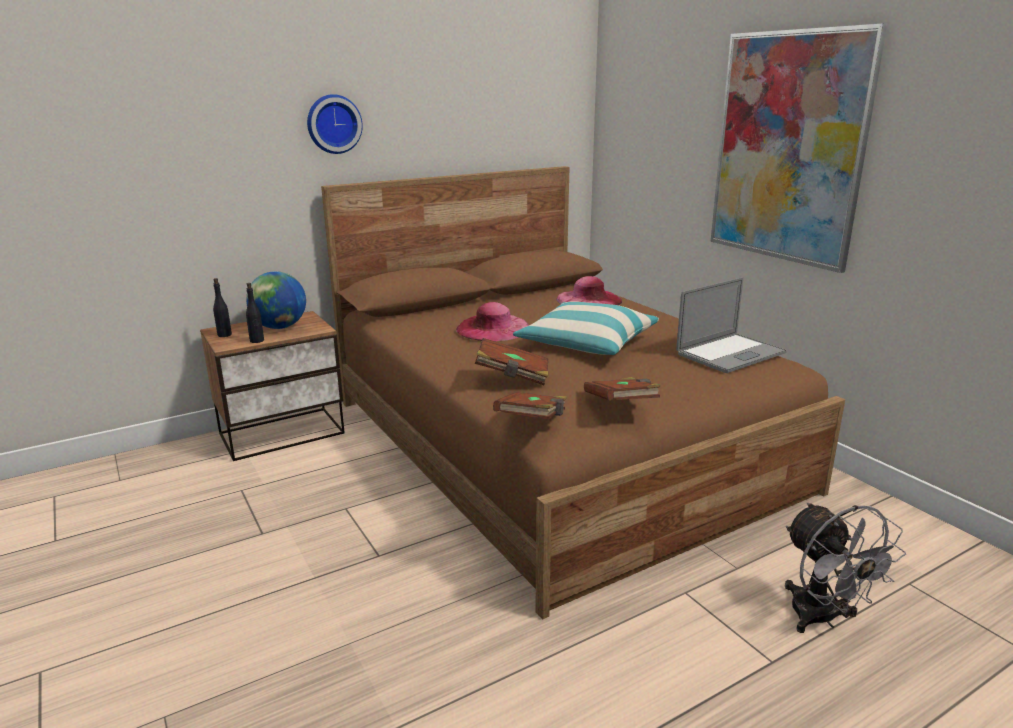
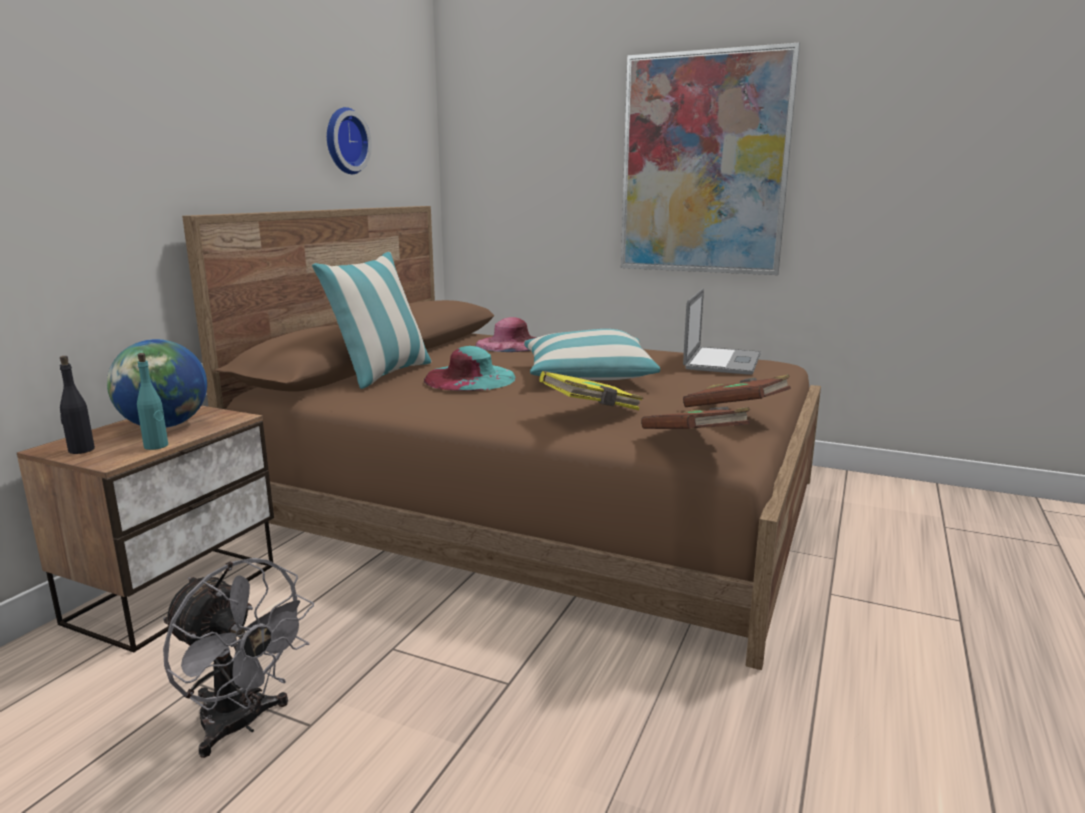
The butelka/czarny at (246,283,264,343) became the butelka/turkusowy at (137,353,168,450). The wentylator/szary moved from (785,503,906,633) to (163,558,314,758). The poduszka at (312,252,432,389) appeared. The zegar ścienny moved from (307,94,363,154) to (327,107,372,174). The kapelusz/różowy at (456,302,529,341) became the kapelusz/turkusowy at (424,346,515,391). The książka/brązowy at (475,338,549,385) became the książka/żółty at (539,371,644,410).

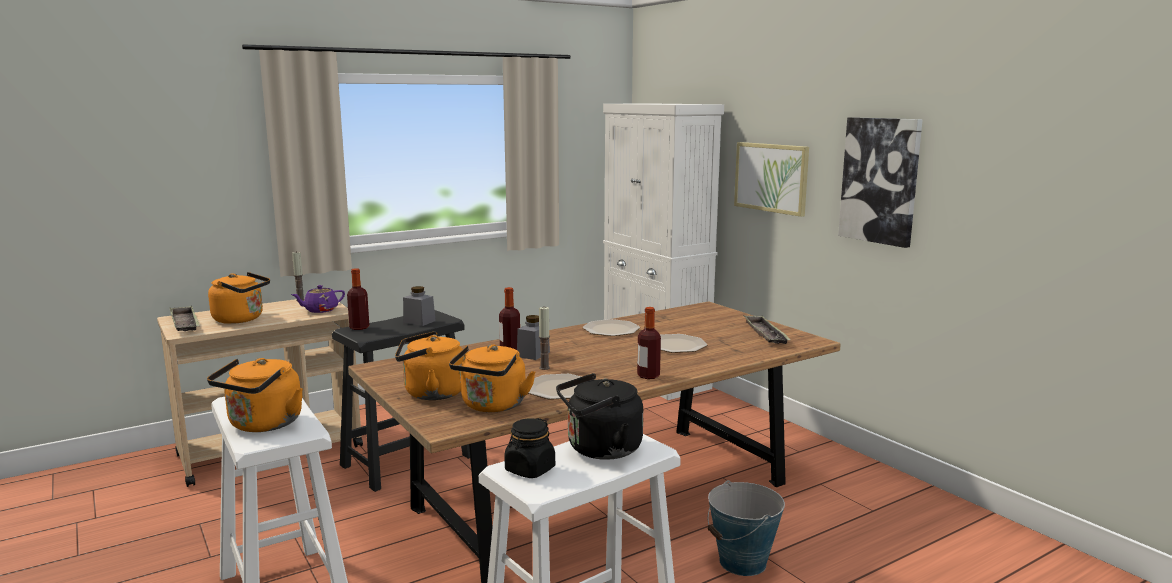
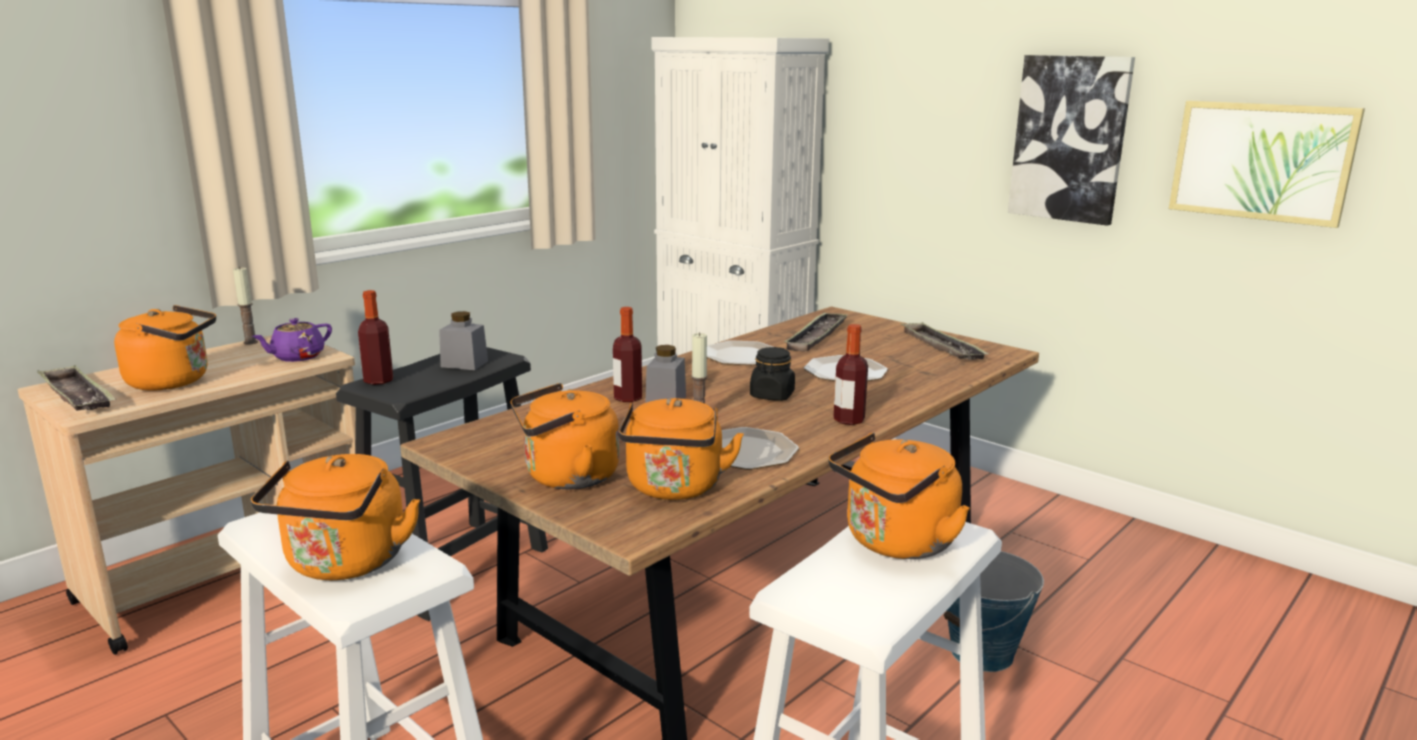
The słoik/czarny moved from (504,418,555,478) to (750,347,795,401). The taca at (784,313,848,352) appeared. The czajnik/czarny at (556,373,643,460) became the czajnik/pomarańczowy at (828,433,970,559). The obraz moved from (734,142,809,217) to (1169,100,1365,228).

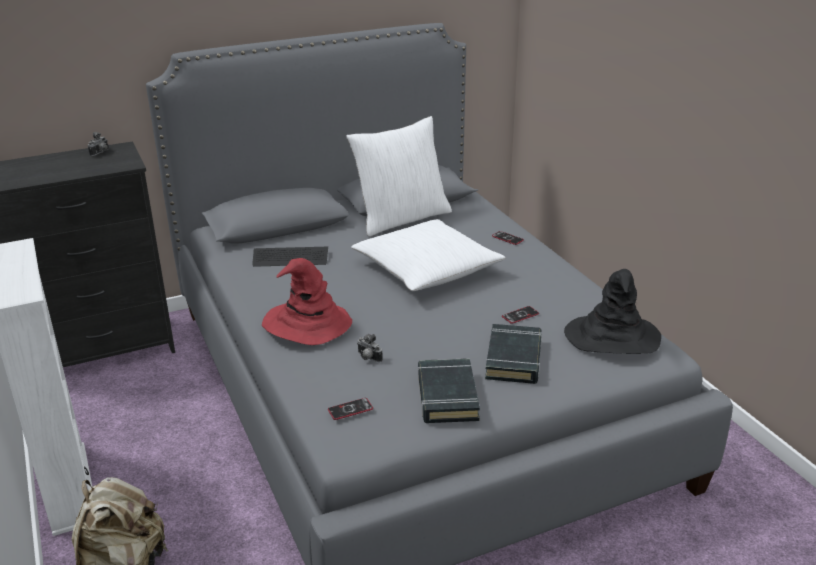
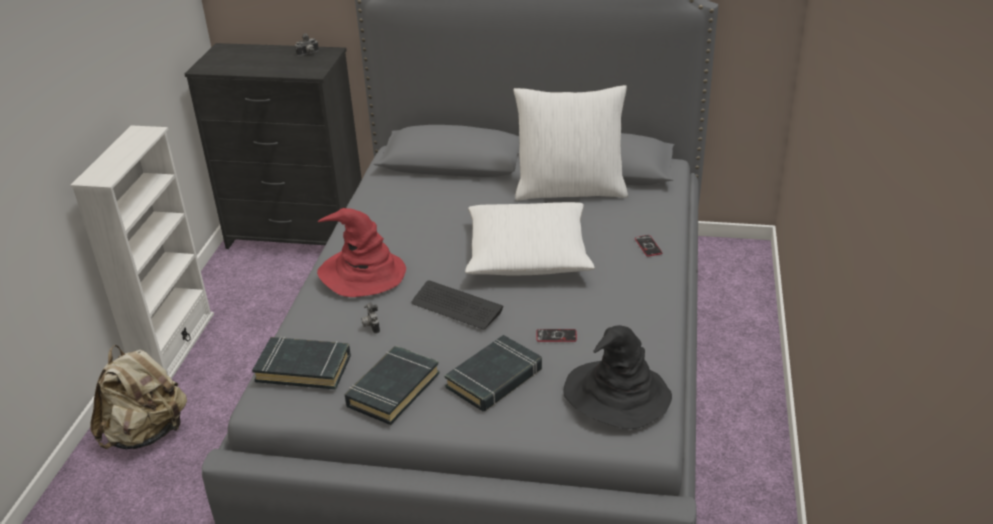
The telefon at (328,398,373,420) was replaced by the książka/czarny at (252,336,351,390). The klawiatura moved from (252,247,328,267) to (411,280,503,329).

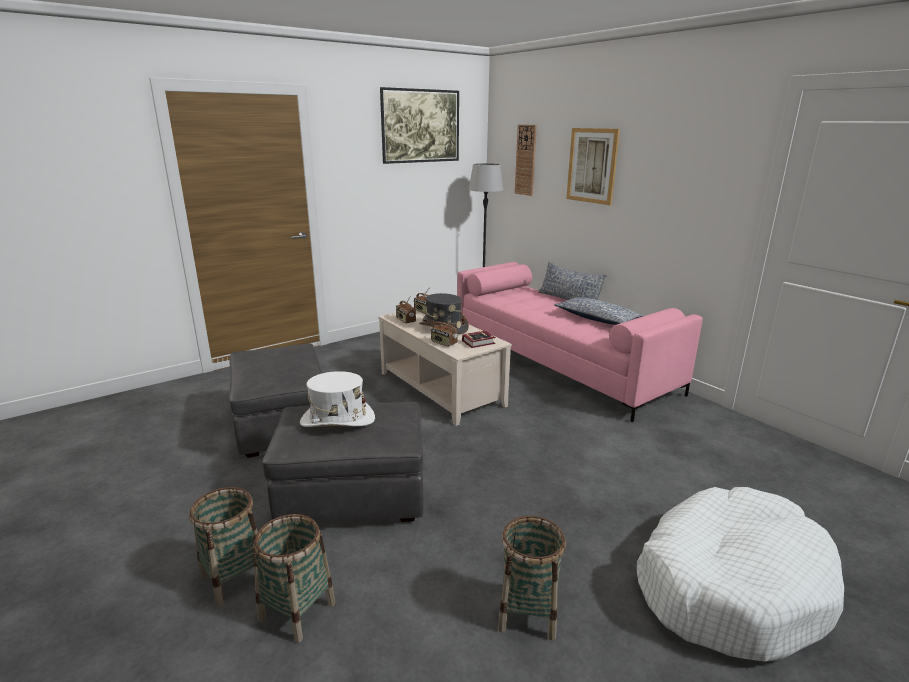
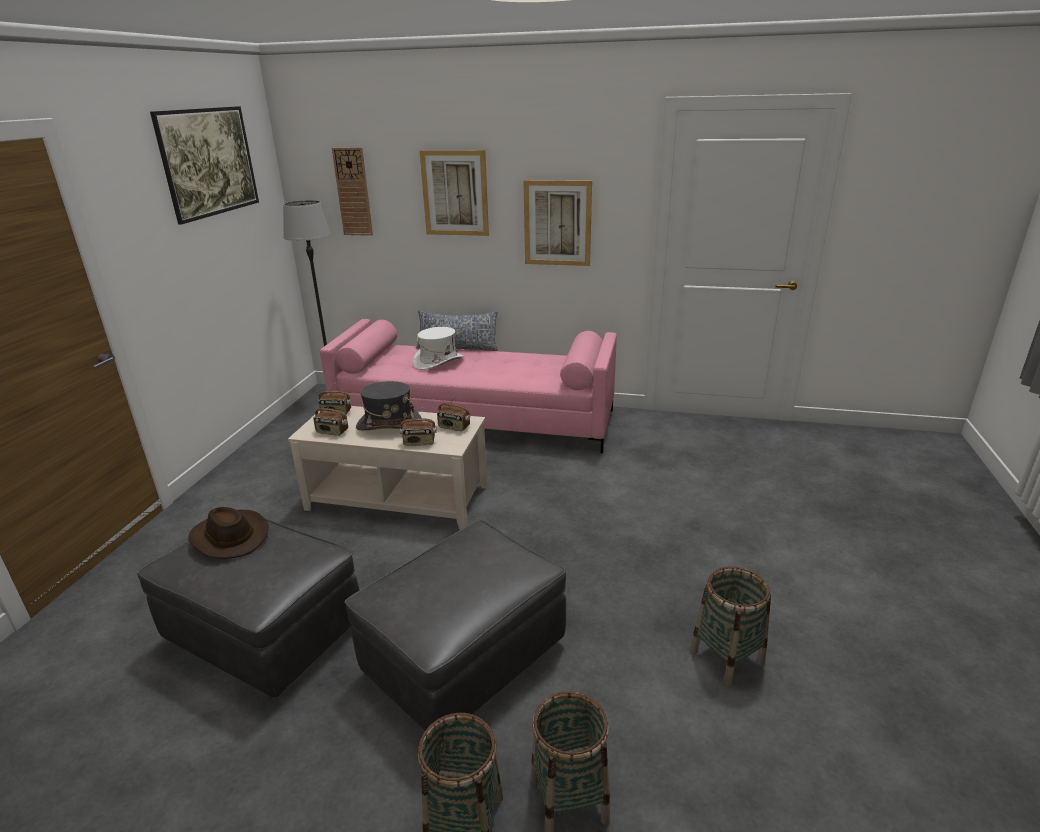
The kapelusz/brązowy at (188,507,269,559) appeared. The kapelusz/biały moved from (300,371,375,427) to (413,327,464,370). The książka at (462,331,496,348) was replaced by the radio at (437,396,470,431). The obraz at (523,180,592,266) appeared. The poduszka at (554,297,644,325) disappeared. The legowisko/biały at (637,487,844,662) disappeared.

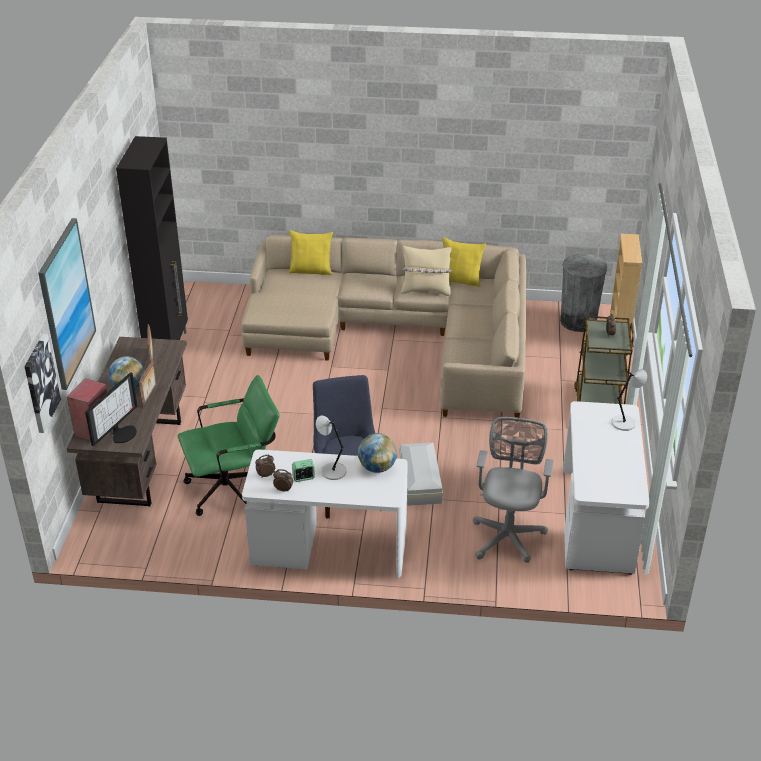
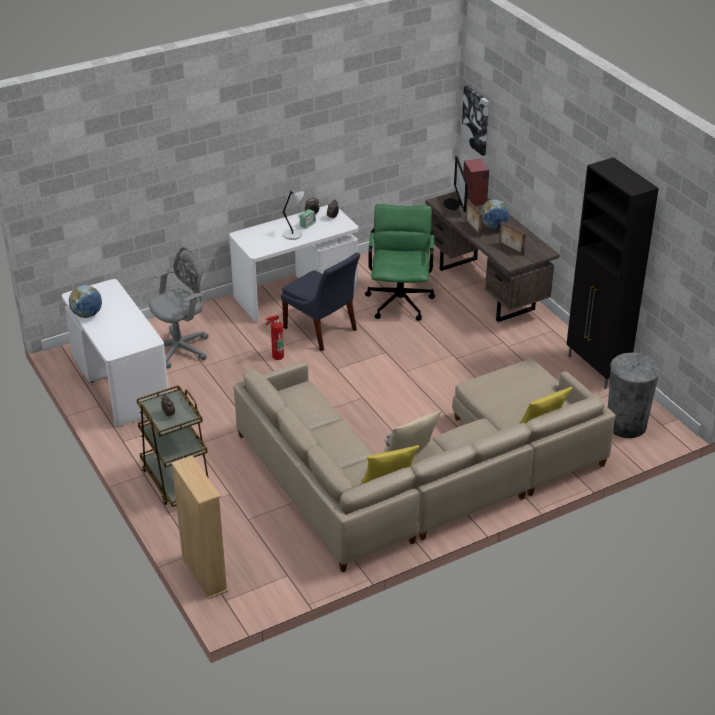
The globus moved from (358,433,397,473) to (69,285,102,318). The krzesło biurowe/szary at (473,417,554,563) turned 105 degrees counterclockwise. The pojemnik do przechowywania/biały at (399,442,443,506) was replaced by the gaśnica at (265,315,284,360). The krzesło biurowe/zielony at (178,375,280,516) turned 150 degrees clockwise. The kosz na śmieci/szary moved from (560,253,608,332) to (608,352,660,438). The obraz at (38,218,96,390) disappeared. The lampa stołowa/szary at (612,370,647,431) disappeared.

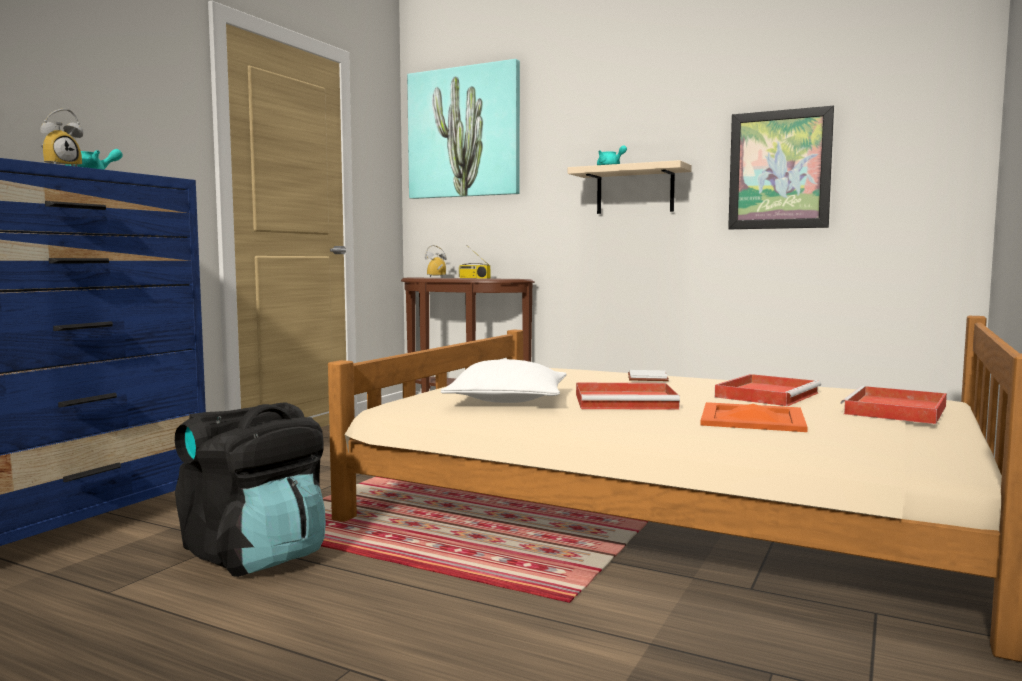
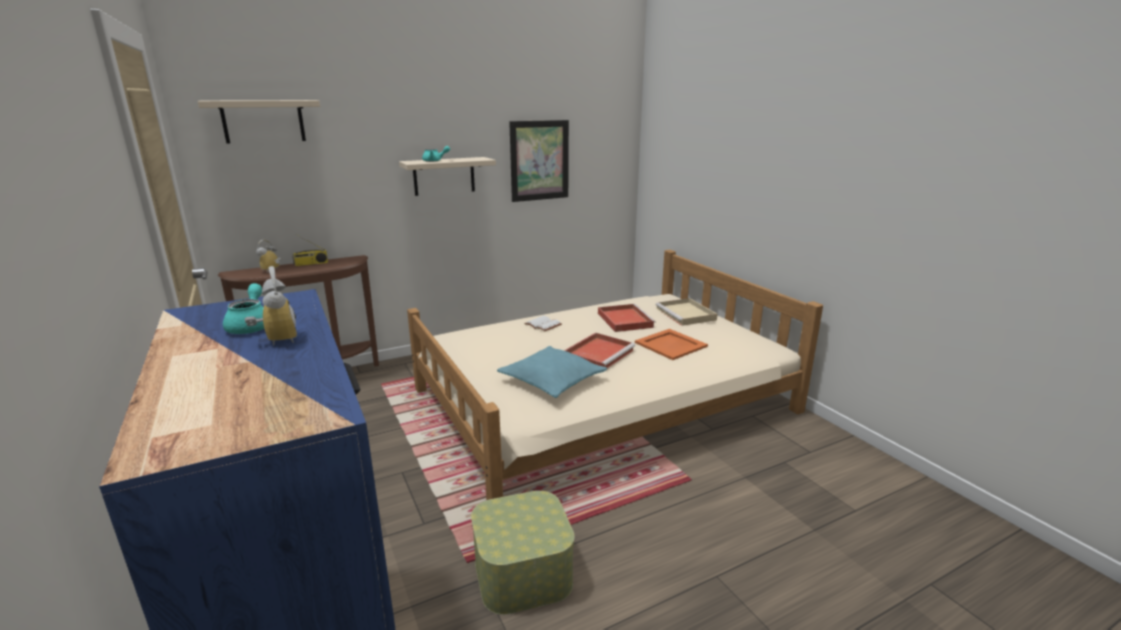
The obraz at (407,59,520,199) was replaced by the półka/beżowy at (198,100,320,144). The plecak/czarny at (175,402,326,577) was replaced by the pojemnik do przechowywania at (471,491,575,615). The poduszka/biały at (441,359,566,403) became the poduszka/turkusowy at (497,346,607,398). The taca/czerwony at (841,386,947,424) became the taca/beżowy at (656,298,717,326).

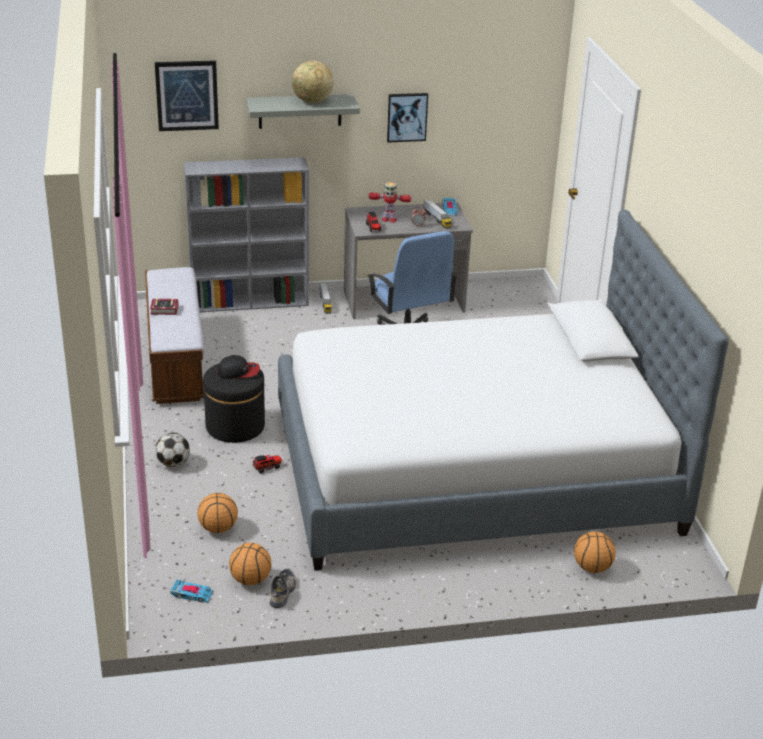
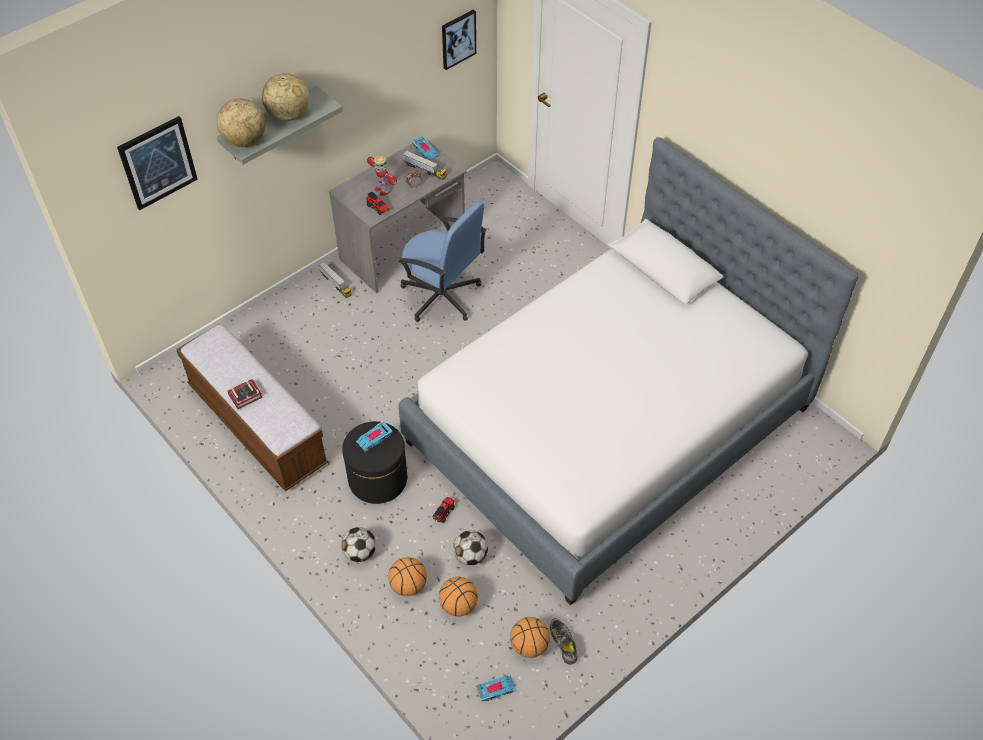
The globus at (217,98,266,147) appeared. The czapka z daszkiem at (217,355,260,379) was replaced by the samochodzik at (356,421,393,452). The robot zabawkowy at (369,182,411,223) turned 75 degrees clockwise. The piłka do koszykówki moved from (574,531,616,573) to (388,557,427,596). The obraz moved from (387,93,428,142) to (442,10,476,70). The piłka futbolowa at (453,530,488,565) appeared. The regał/szary at (184,157,309,312) disappeared.

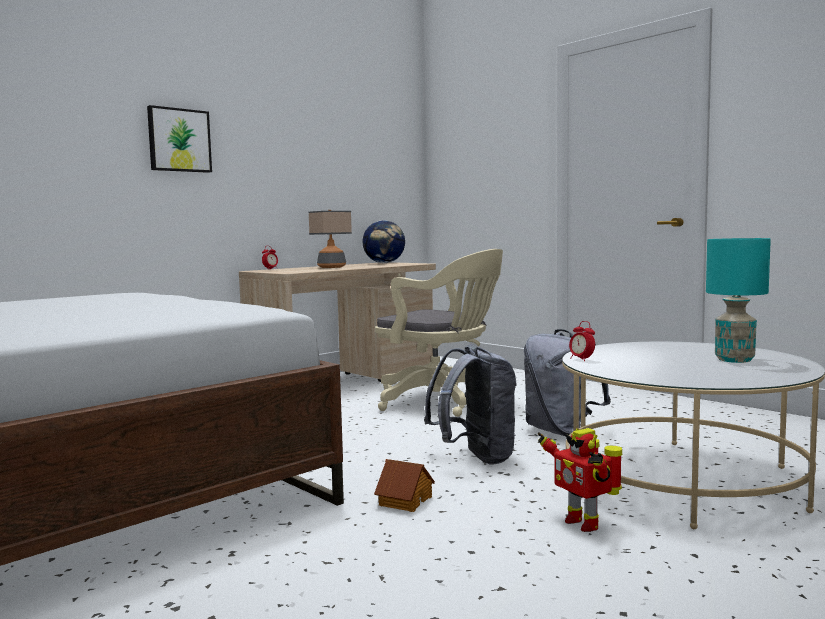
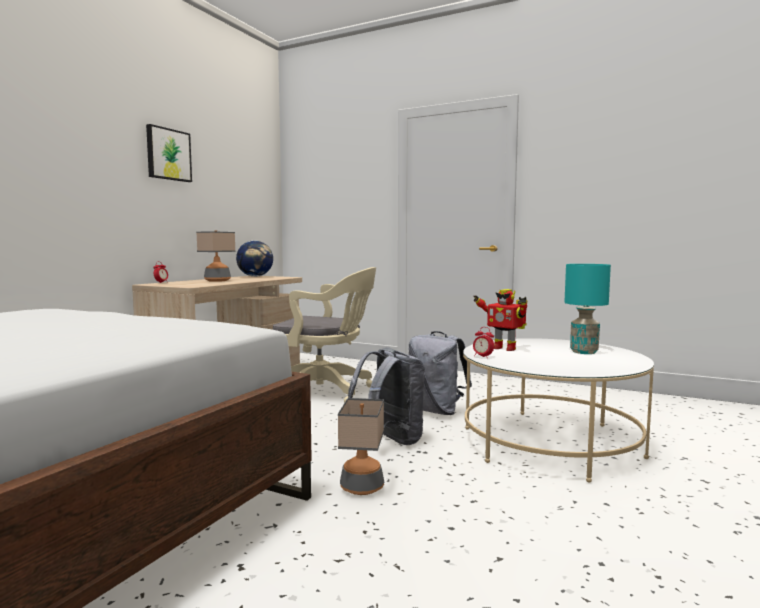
The obraz moved from (147,105,212,173) to (146,124,192,182). The domek at (374,459,435,512) was replaced by the lampa stołowa at (338,398,384,495). The robot zabawkowy moved from (538,428,622,532) to (473,289,527,351).

